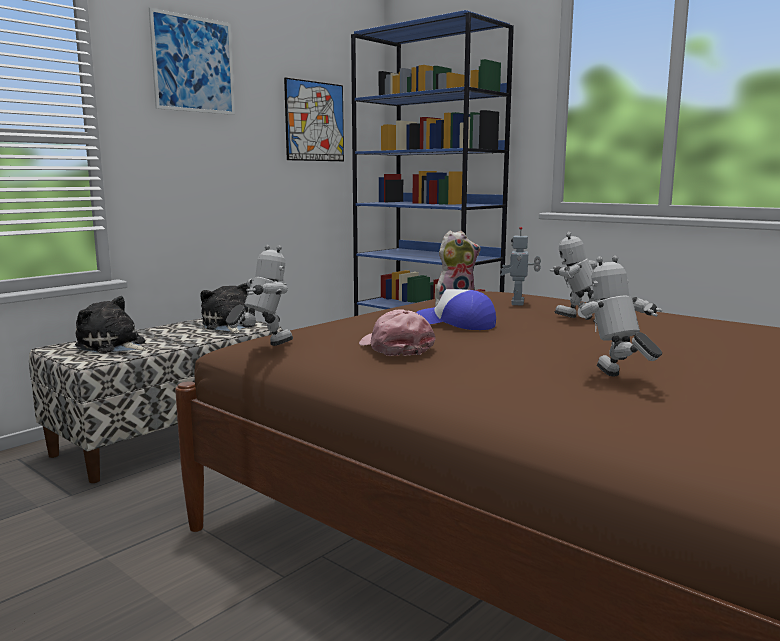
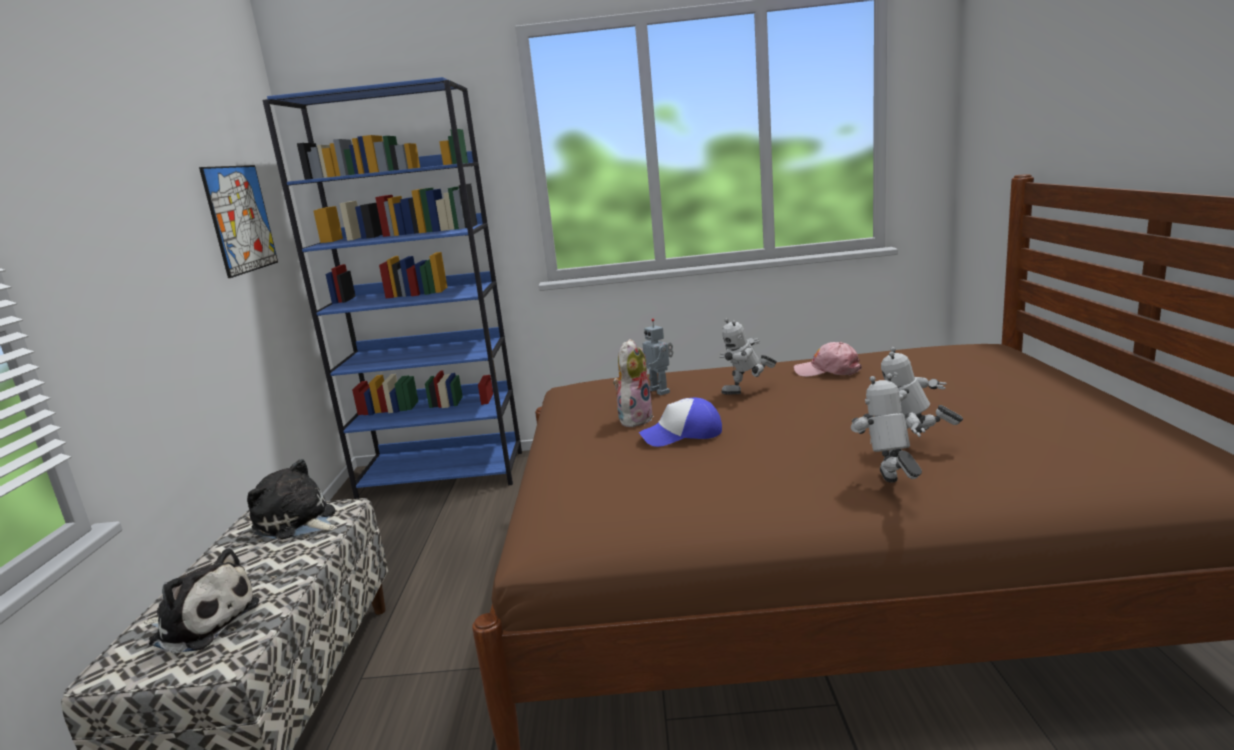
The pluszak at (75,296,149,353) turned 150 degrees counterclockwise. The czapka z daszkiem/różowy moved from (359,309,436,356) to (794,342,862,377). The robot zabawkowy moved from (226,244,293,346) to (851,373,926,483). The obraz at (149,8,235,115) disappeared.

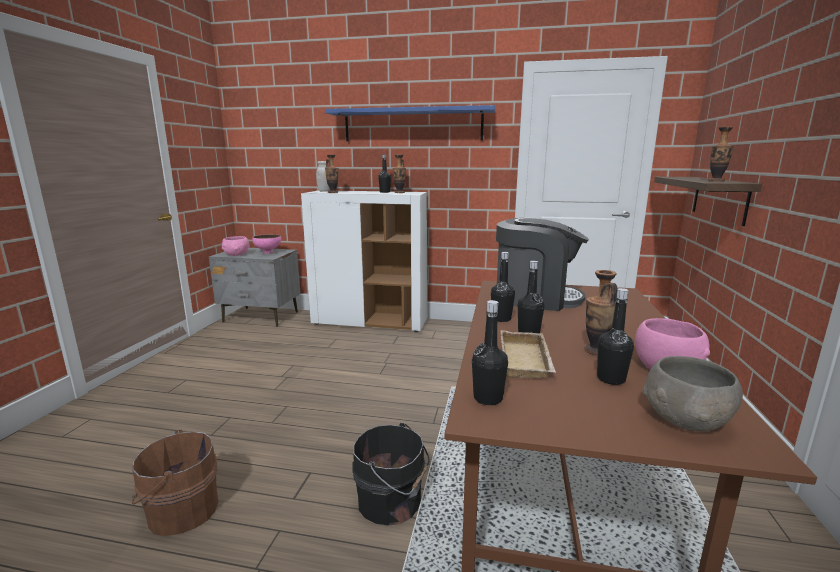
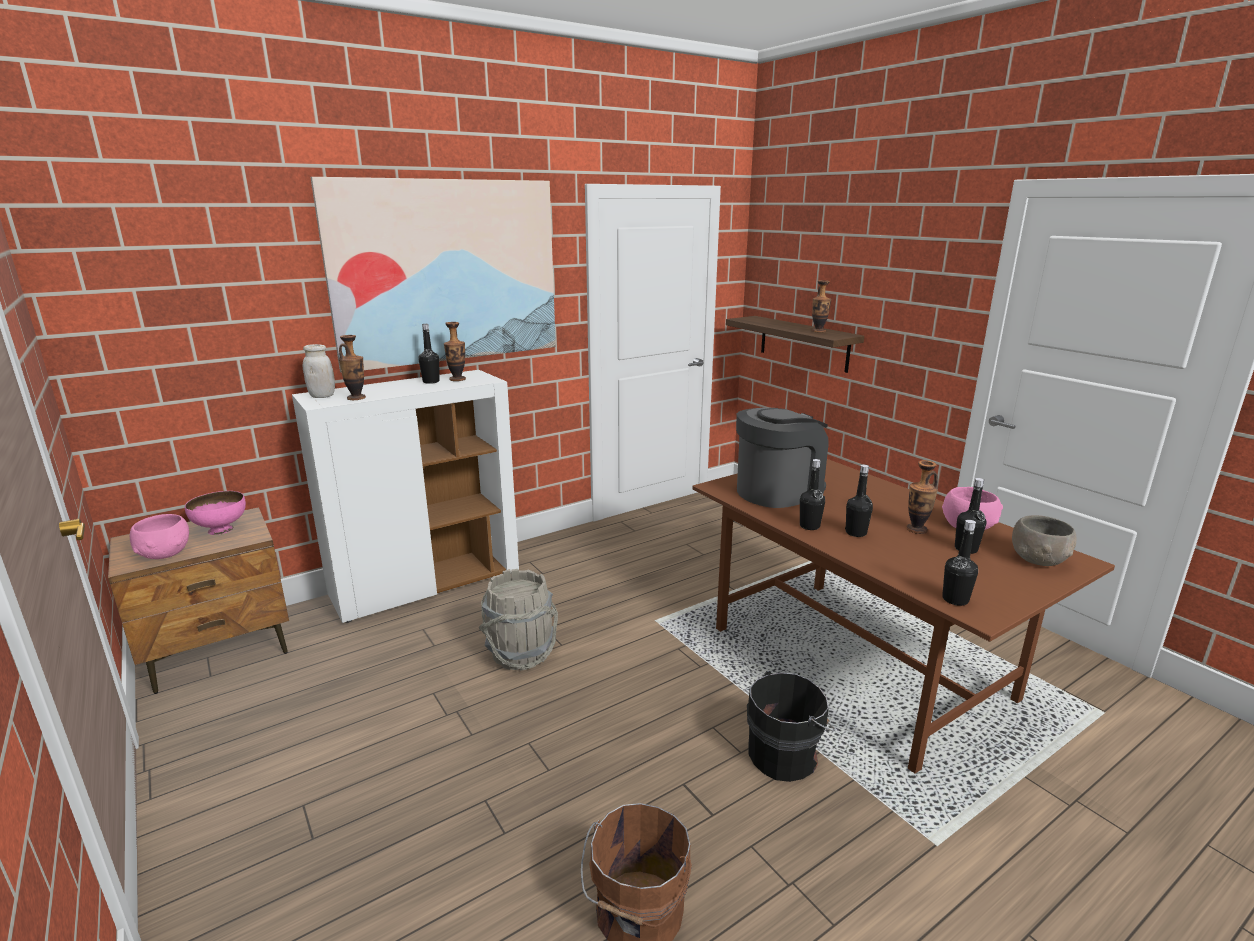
The szafka nocna/szary at (209,248,301,327) became the szafka nocna/brązowy at (108,507,289,694). The półka/niebieski at (325,105,496,141) was replaced by the obraz at (311,177,556,373). The wiadro/szary at (479,569,558,671) appeared. The taca/beżowy at (501,330,556,378) disappeared.

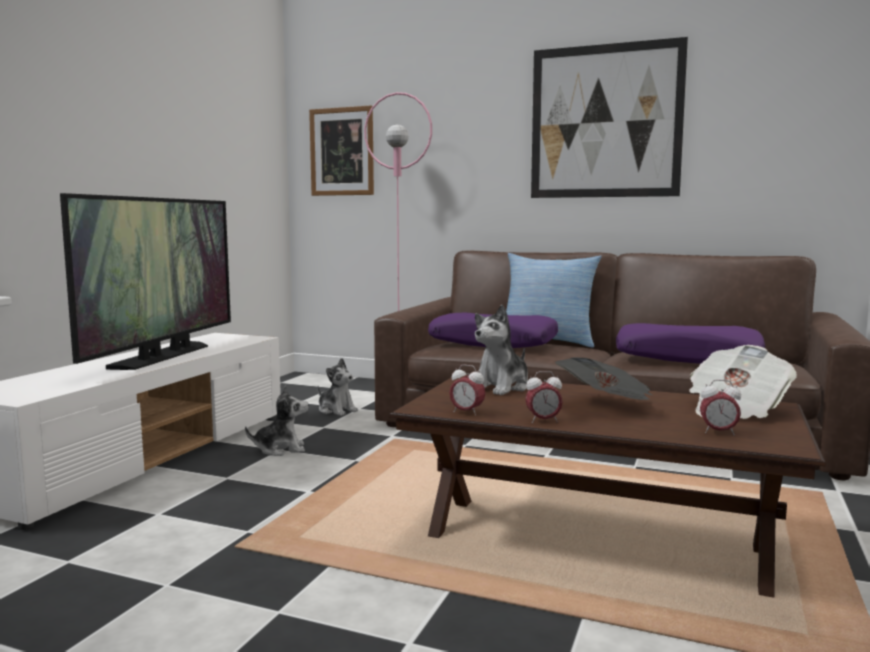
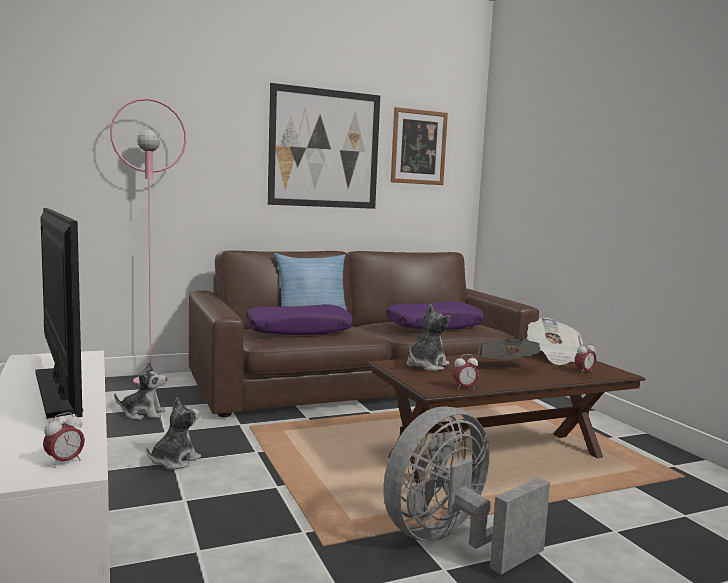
The budzik moved from (525,371,563,423) to (43,412,85,468). The wentylator/szary at (383,407,550,575) appeared. The obraz moved from (309,105,374,196) to (391,107,448,185). The pluszak at (475,305,528,395) turned 135 degrees counterclockwise.

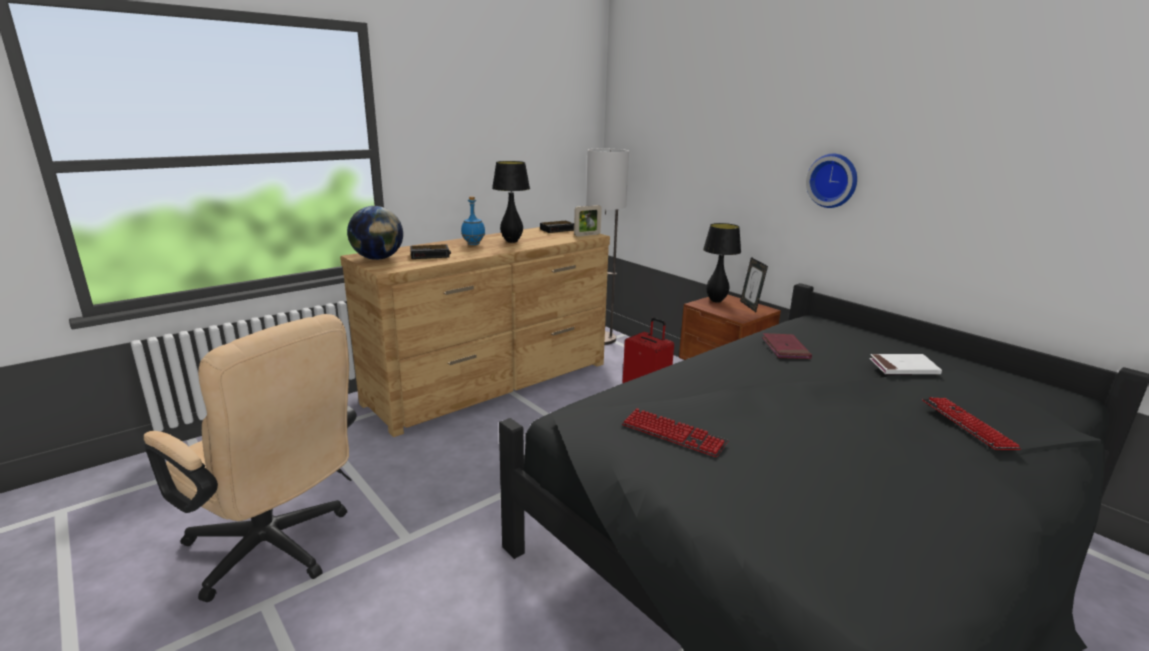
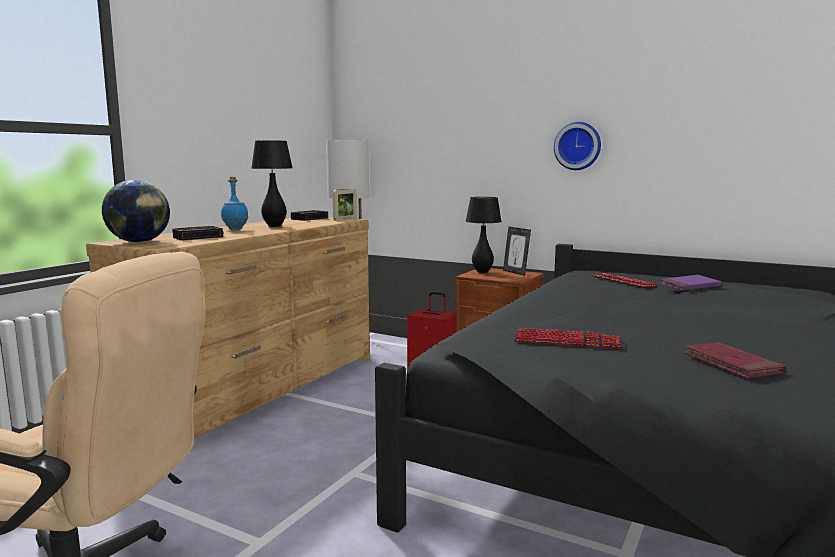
The klawiatura moved from (922,397,1021,450) to (592,273,657,288). The książka/biały at (870,354,942,375) became the książka/fioletowy at (660,275,722,290). The książka/czerwony moved from (762,333,812,359) to (684,342,786,379).

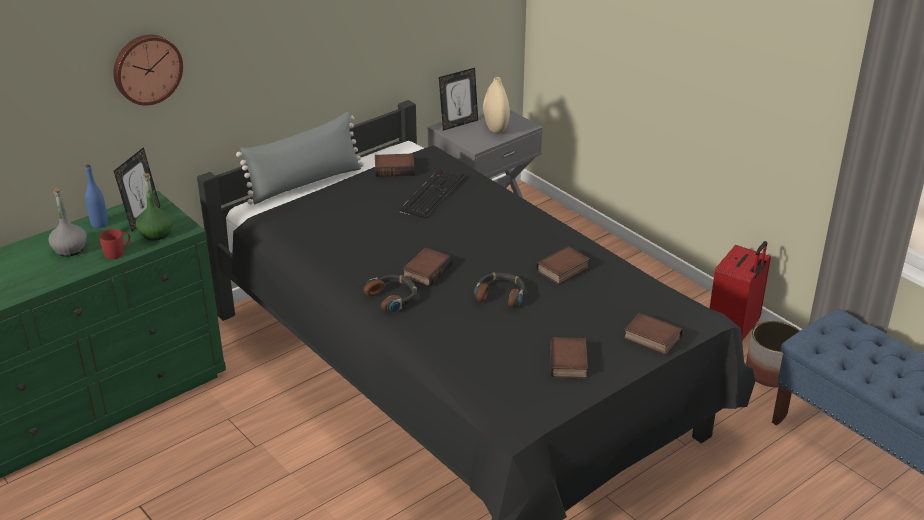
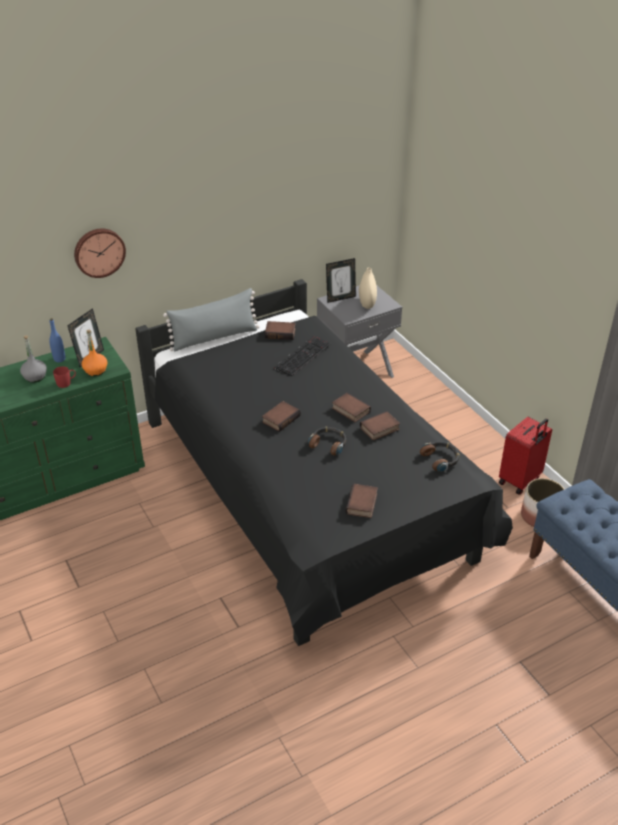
The butelka/zielony at (136,173,173,240) became the butelka/pomarańczowy at (81,330,107,376). The książka moved from (623,312,683,355) to (332,392,371,422). The słuchawki moved from (364,275,417,313) to (420,441,460,472).

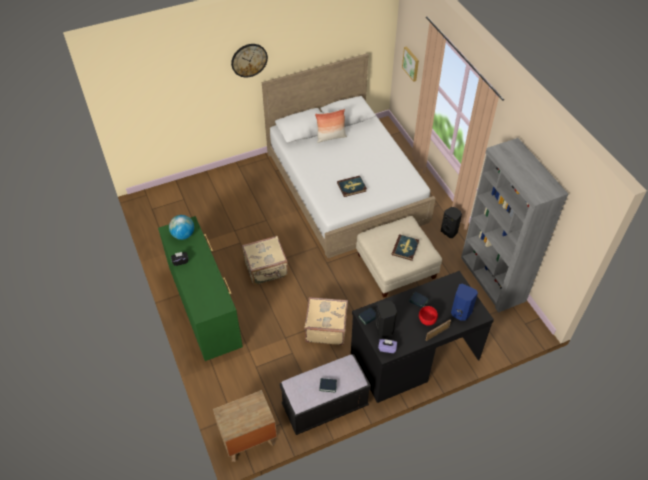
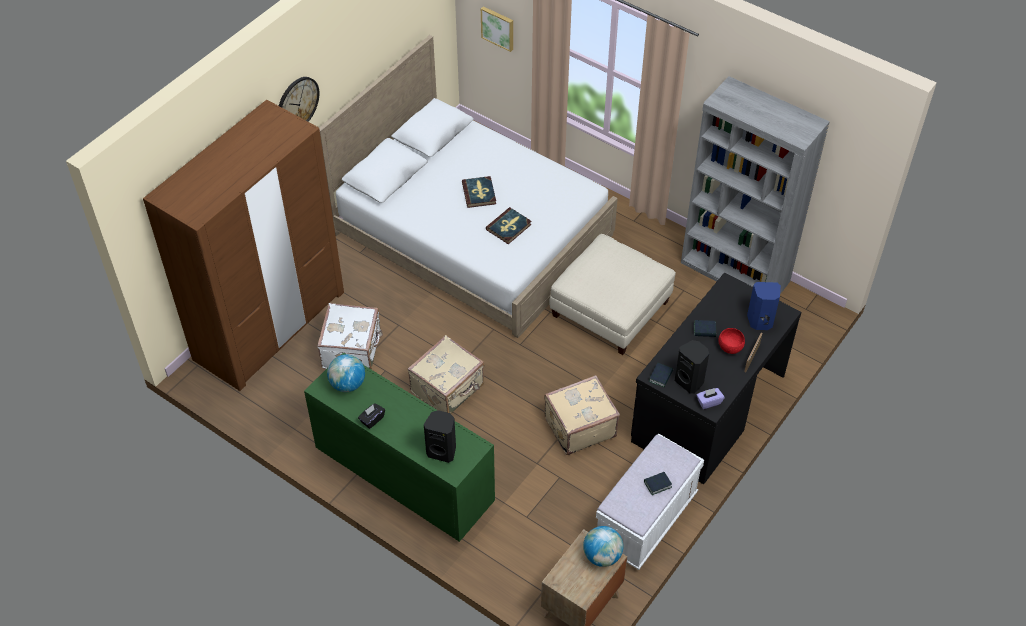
The szafa/brązowy at (143,100,344,391) appeared. The walizka/biały at (317,303,383,370) appeared. The głośnik/czarny moved from (441,207,462,238) to (424,410,456,463). The książka moved from (392,234,419,261) to (462,176,496,208). The globus at (583,526,623,567) appeared. The ławka/czarny at (280,354,371,435) became the ławka/biały at (596,433,704,570). The poduszka at (315,109,347,143) disappeared.

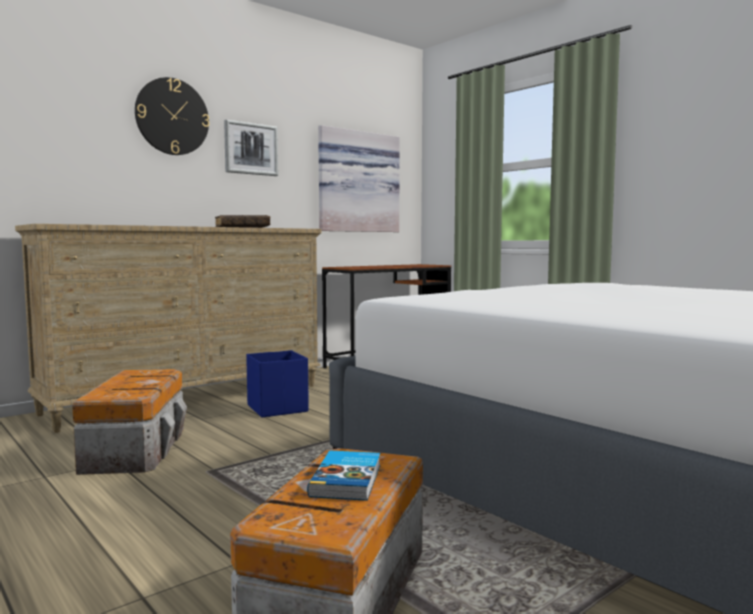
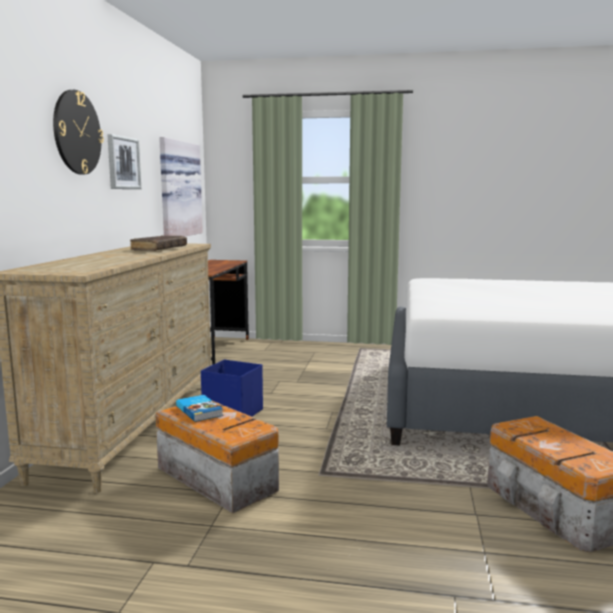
The książka moved from (307,451,380,501) to (176,395,223,422).

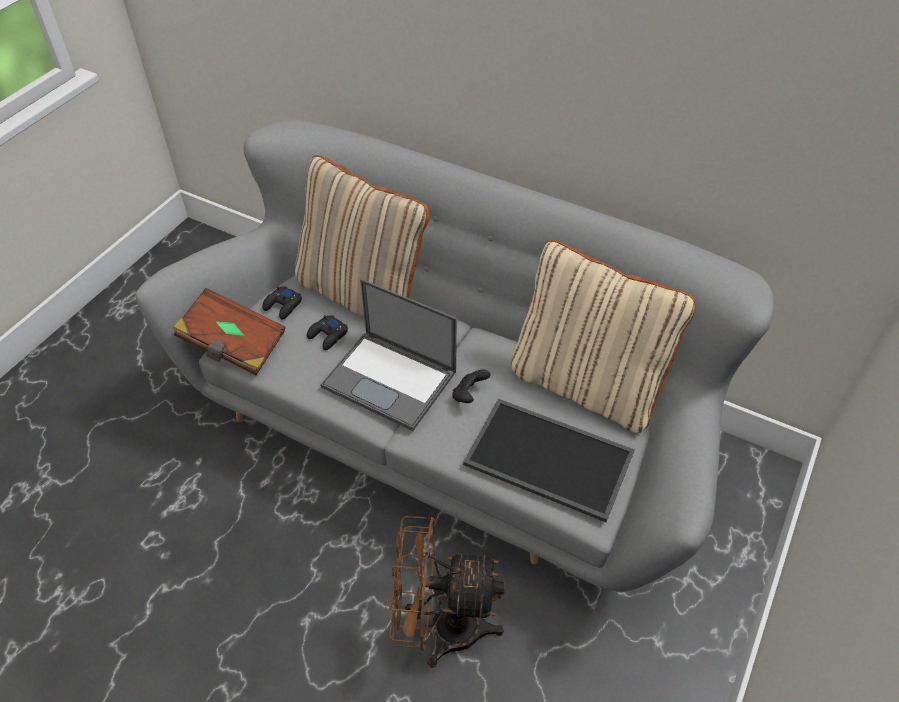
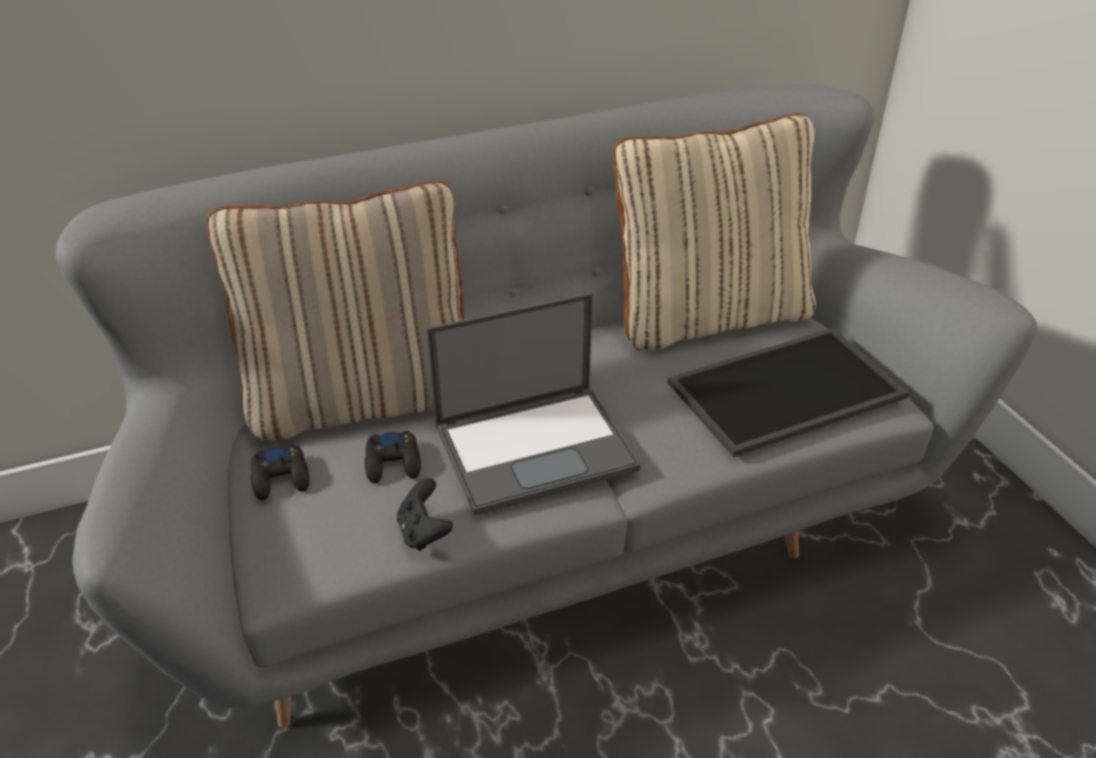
The pad do gier/czarny moved from (452,369,490,403) to (397,478,453,551). The książka/brązowy at (173,288,286,375) disappeared. The wentylator/brązowy at (389,516,505,668) disappeared.

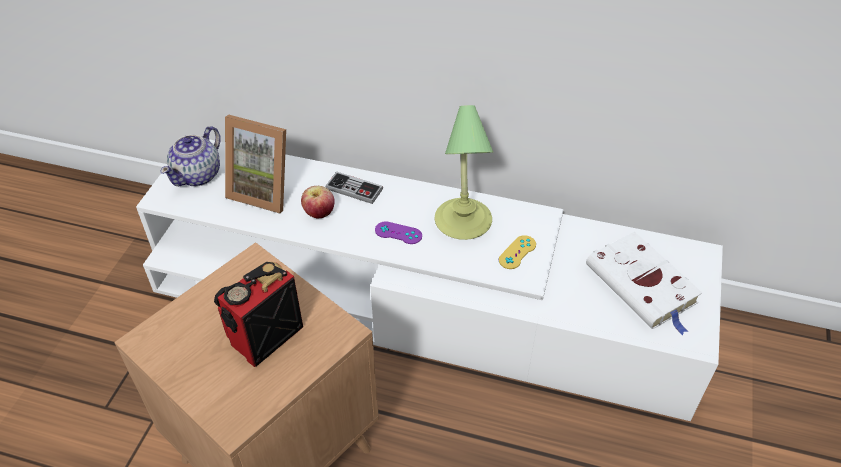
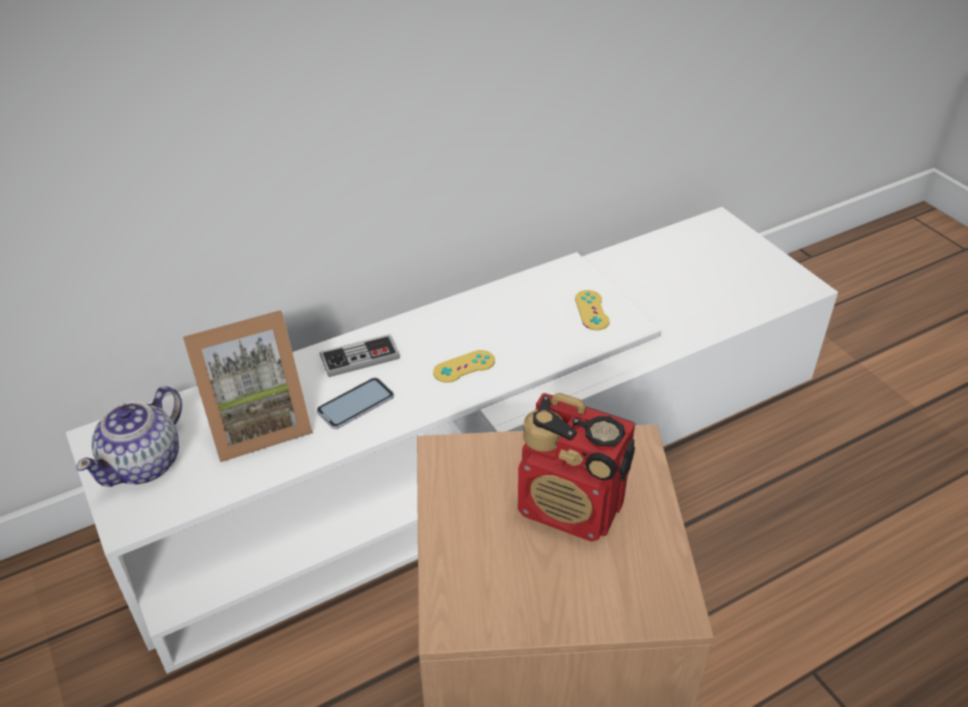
The imbryk at (160,126,221,186) turned 45 degrees clockwise. The jabłko at (301,186,335,218) was replaced by the telefon at (317,377,394,429). The pad do gier/fioletowy at (375,221,422,244) became the pad do gier/żółty at (433,350,495,383). The radio at (214,262,303,367) turned 60 degrees counterclockwise. The lampa stołowa at (435,105,493,240) disappeared. The książka/biały at (586,232,702,335) disappeared.

